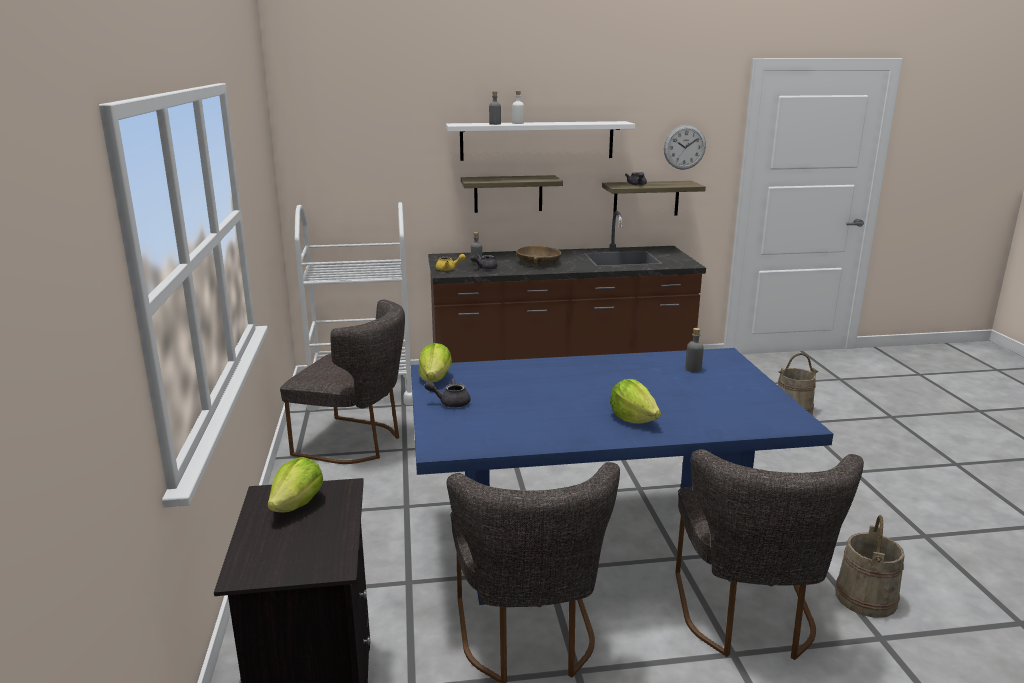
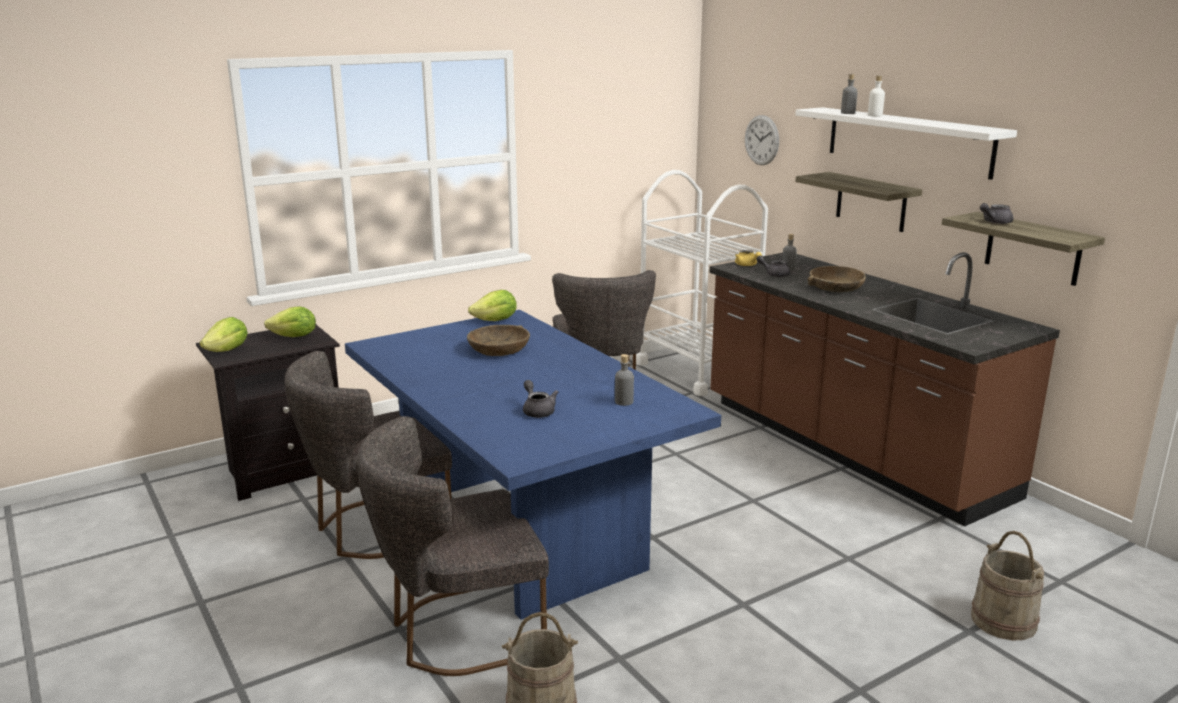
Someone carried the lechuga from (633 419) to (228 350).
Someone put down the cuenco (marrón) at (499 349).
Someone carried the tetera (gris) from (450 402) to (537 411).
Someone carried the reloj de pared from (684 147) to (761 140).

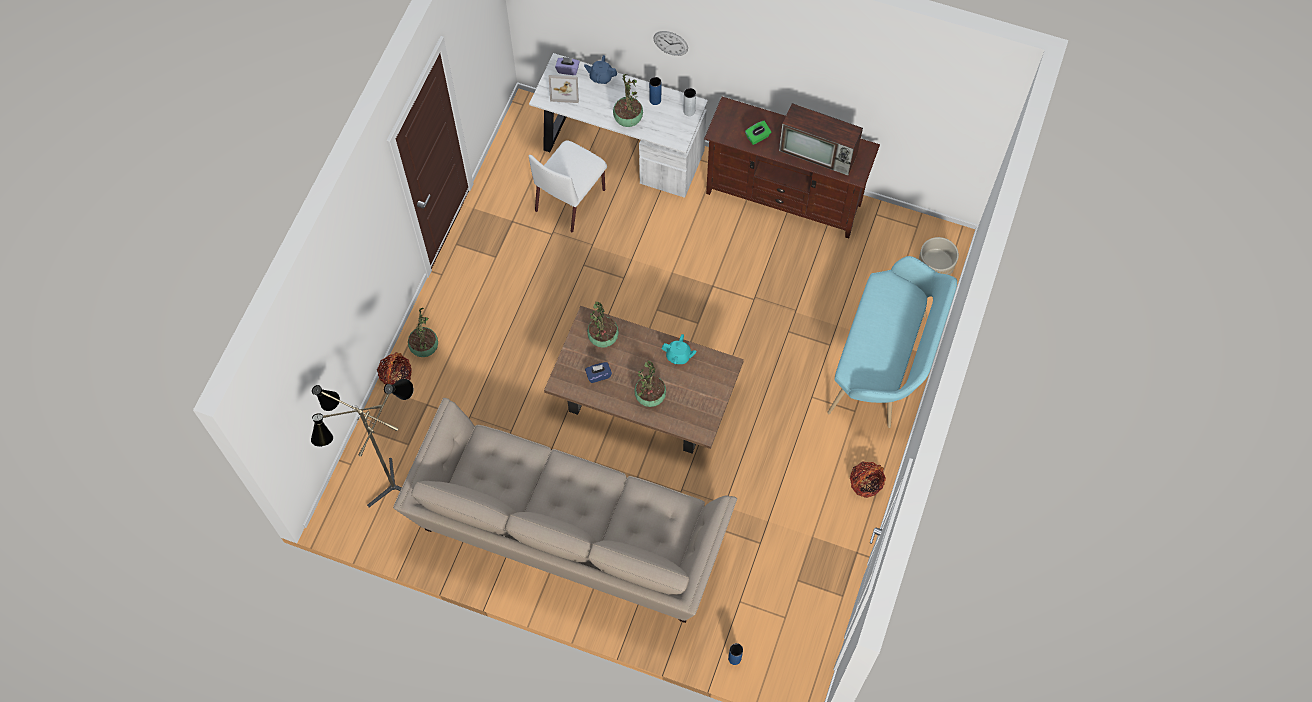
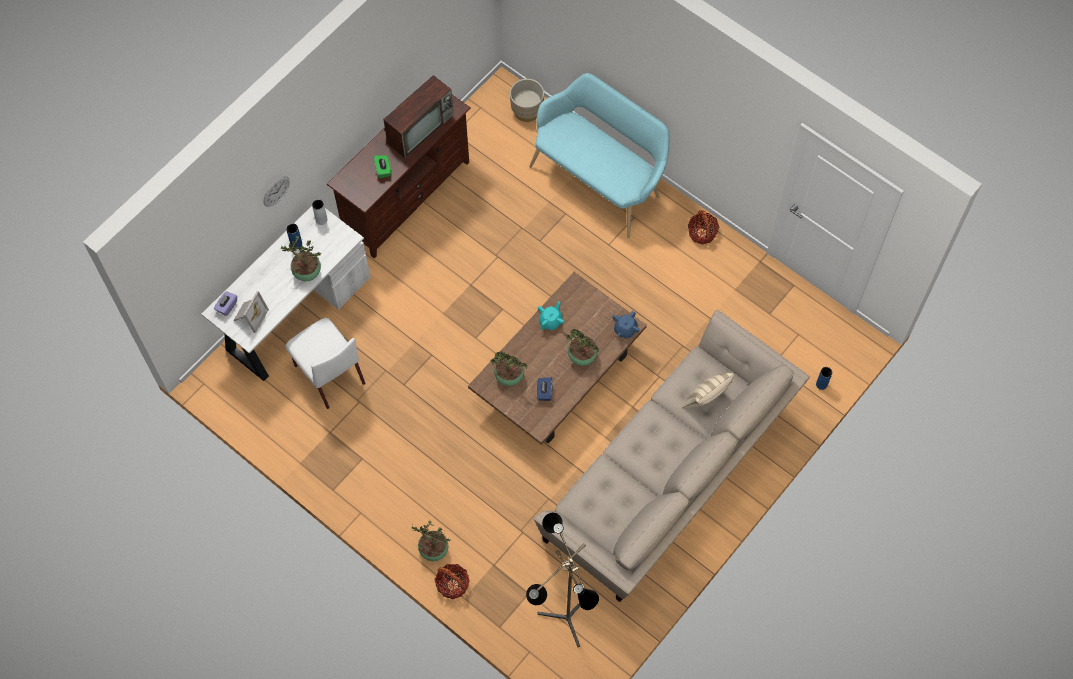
Someone carried the tetera (azul) from (601 77) to (625 329).
Someone put down the cojín (beis) at (706 400).

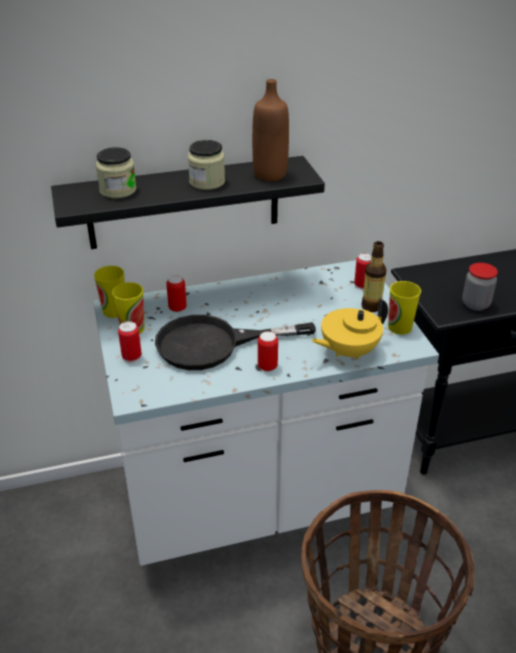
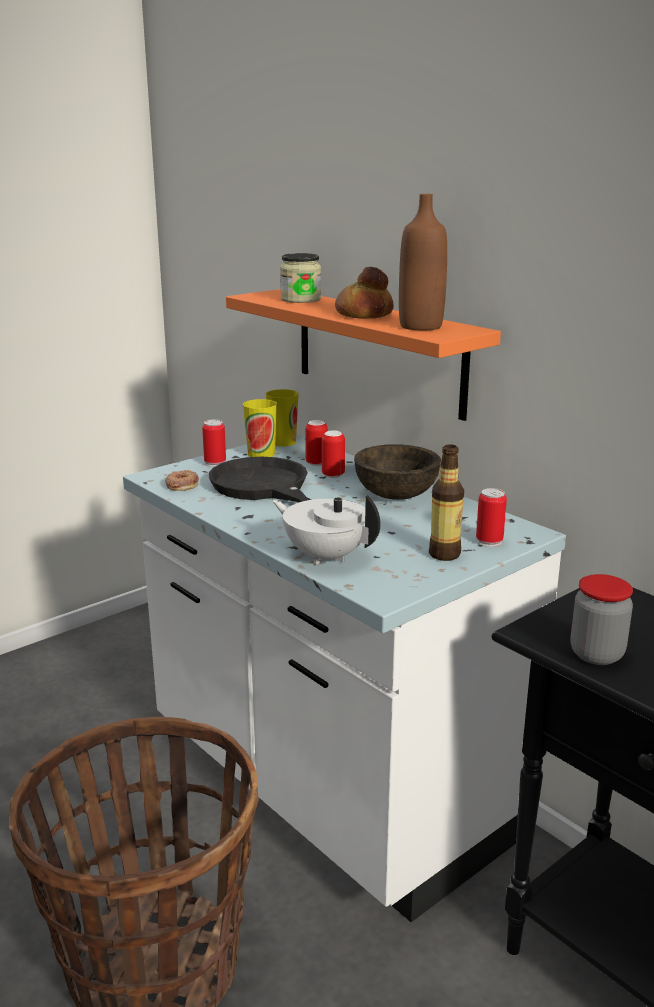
Someone put down the rosquilla at (181 484).
Someone repainted the estante (negro) at (184 203), which became the estante (naranja) at (378 351).
Someone repainted the tetera (amarillo) at (348 351), which became the tetera (blanco) at (326 556).
Someone carried the lata from (267 366) to (333 475).
Someone swapped the tarro at (207 182) for the pan at (363 314).
Someone put down the cuenco (marrón) at (396 494).
Someone took away the taza at (399 327).

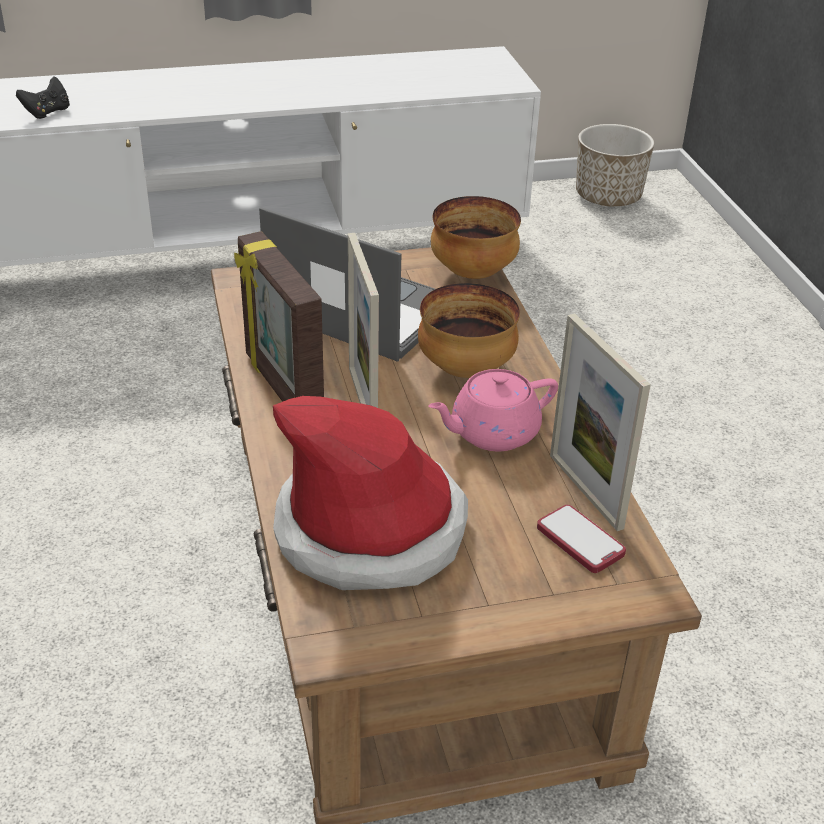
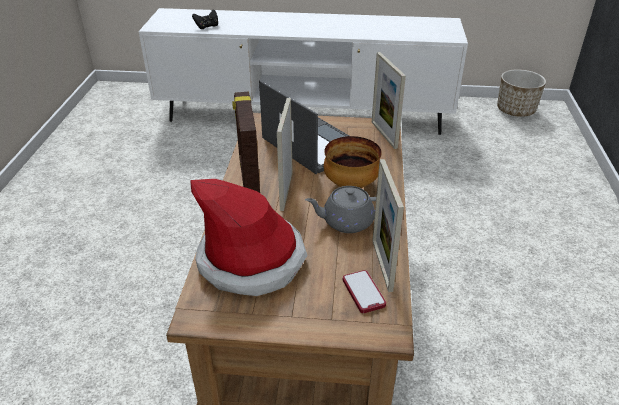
Someone repainted the tetera (rosa) at (492 432), which became the tetera (gris) at (346 222).
Someone swapped the cuenco at (474 273) for the portarretratos at (384 134).

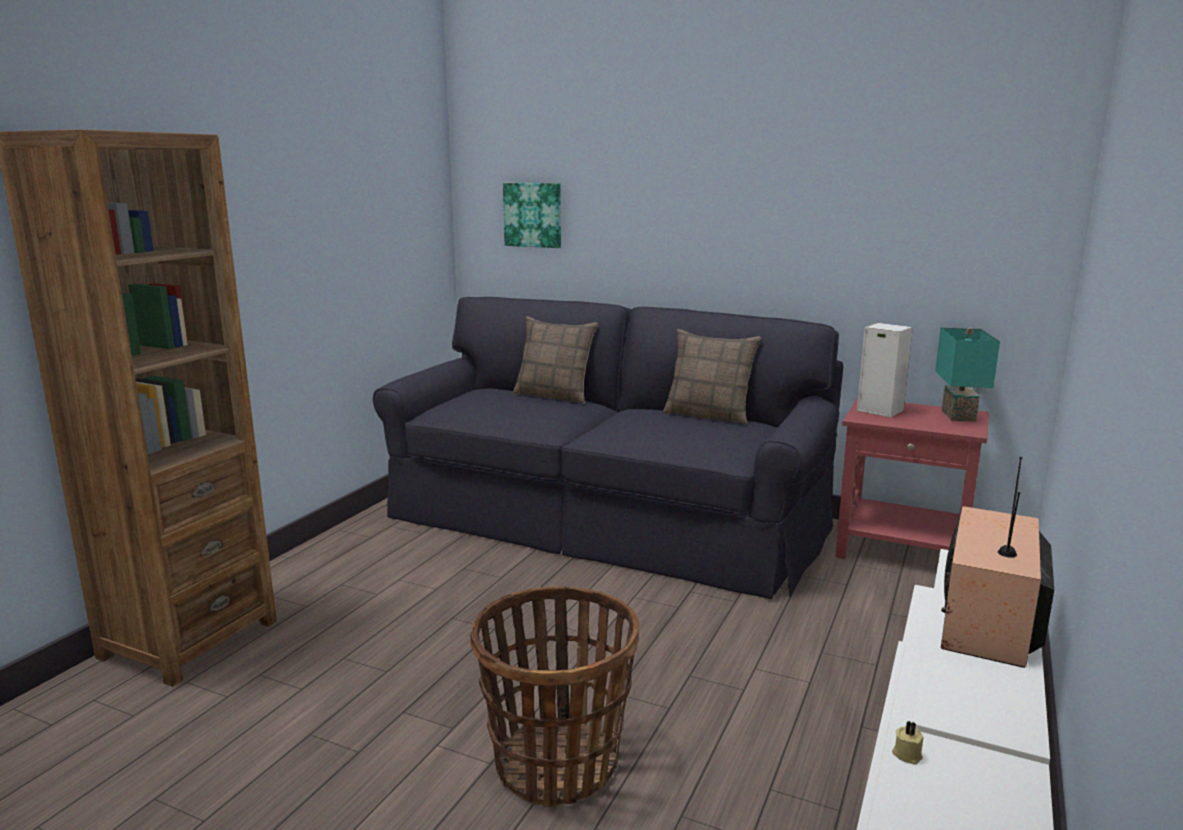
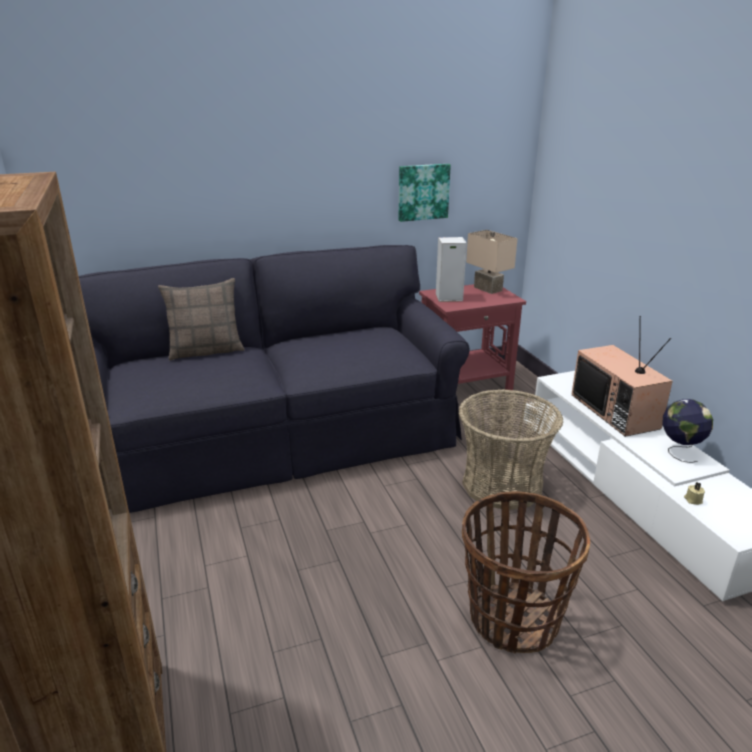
Someone carried the cuadro from (533 215) to (423 192).
Someone put down the cesta at (502 484).
Someone repainted the lámpara de mesa (turquesa) at (960 415), which became the lámpara de mesa (beis) at (489 289).
Someone put down the globo terráqueo at (679 452).
Someone took away the cojín at (709 415).

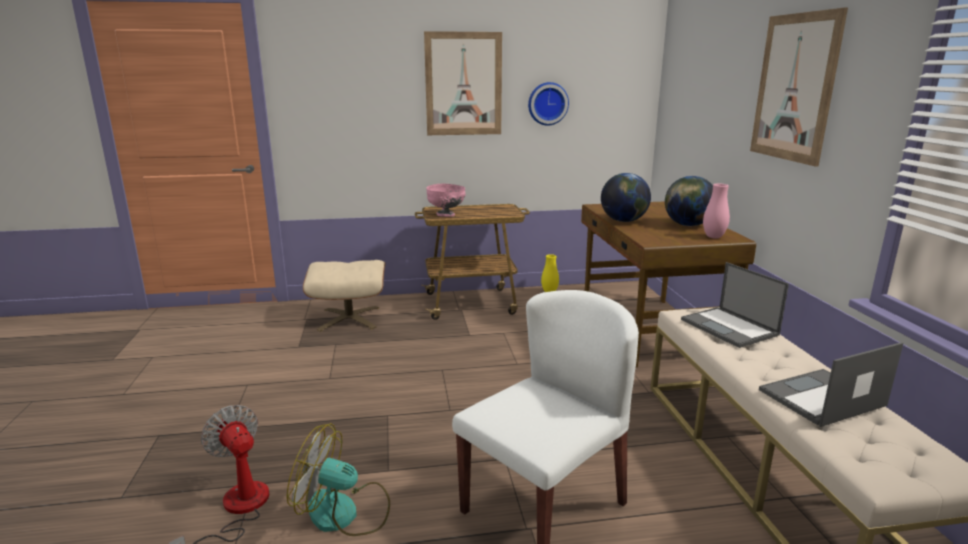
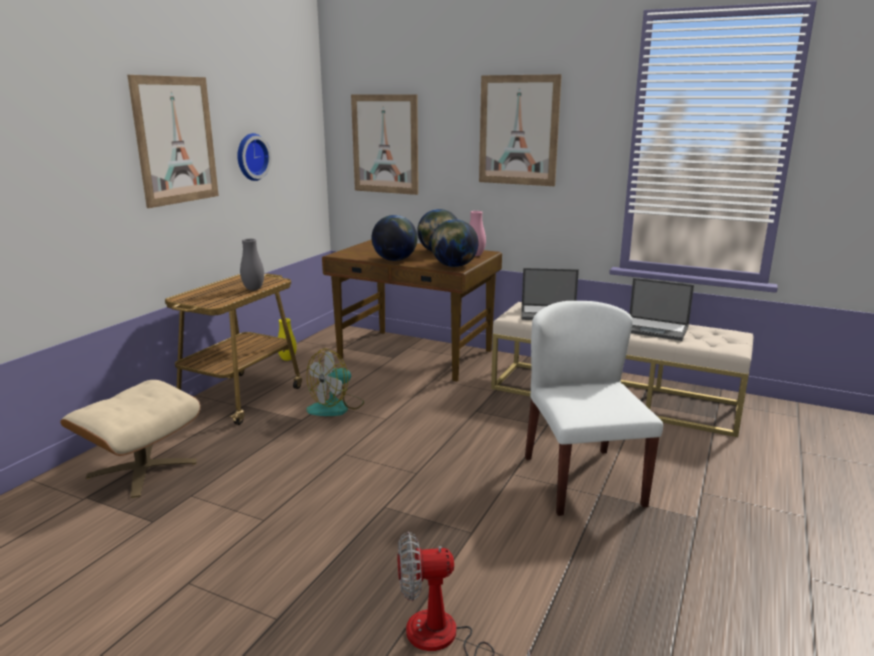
Someone put down the florero (gris) at (253 289).
Someone carried the ventilador from (344 513) to (336 407).
Someone put up the cuadro at (385 144).
Someone put down the globo terráqueo at (454 266).
Someone rotated the portátil at (821 398) by 75 degrees counterclockwise.
Someone took away the cuenco (rosa) at (446 215).

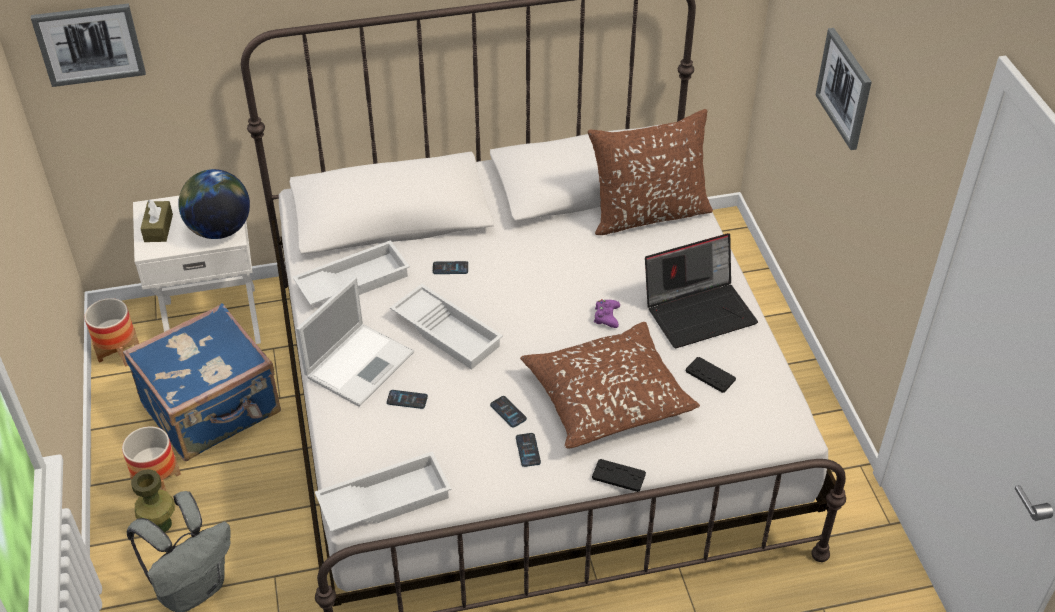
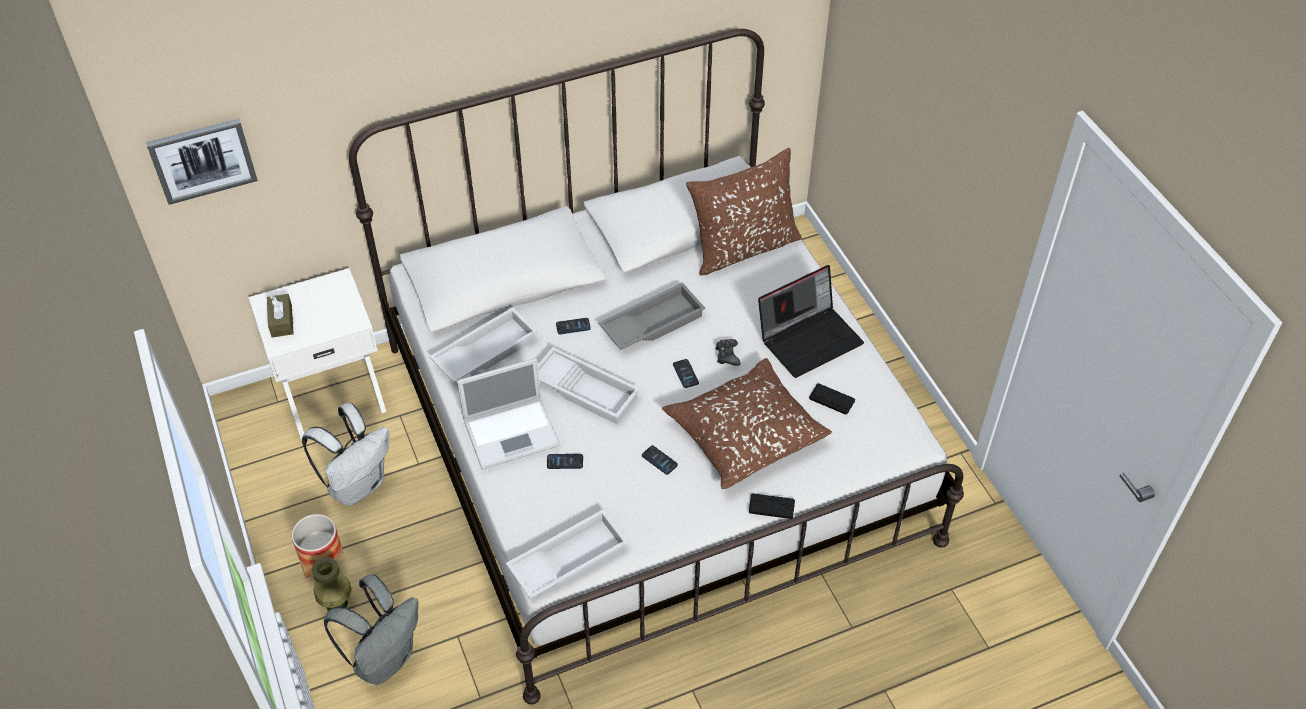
Someone swapped the maleta (azul) at (213 410) for the mochila (blanco) at (357 485).
Someone rotated the portátil at (360 363) by 45 degrees clockwise.
Someone put down the bandeja (gris) at (652 322).
Someone carried the móvil from (528 450) to (685 374).
Someone repainted the mando de consola (morado) at (606 316), which became the mando de consola (negro) at (727 355).
Someone took away the maceta at (118 353).
Someone took away the globo terráqueo at (219 229).
Someone took away the cuadro at (845 88).

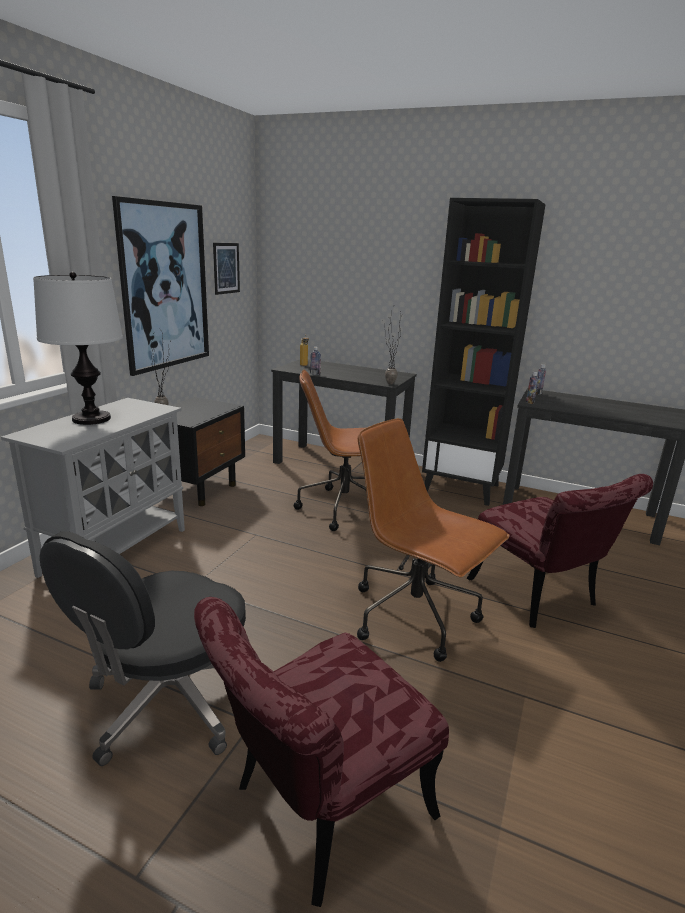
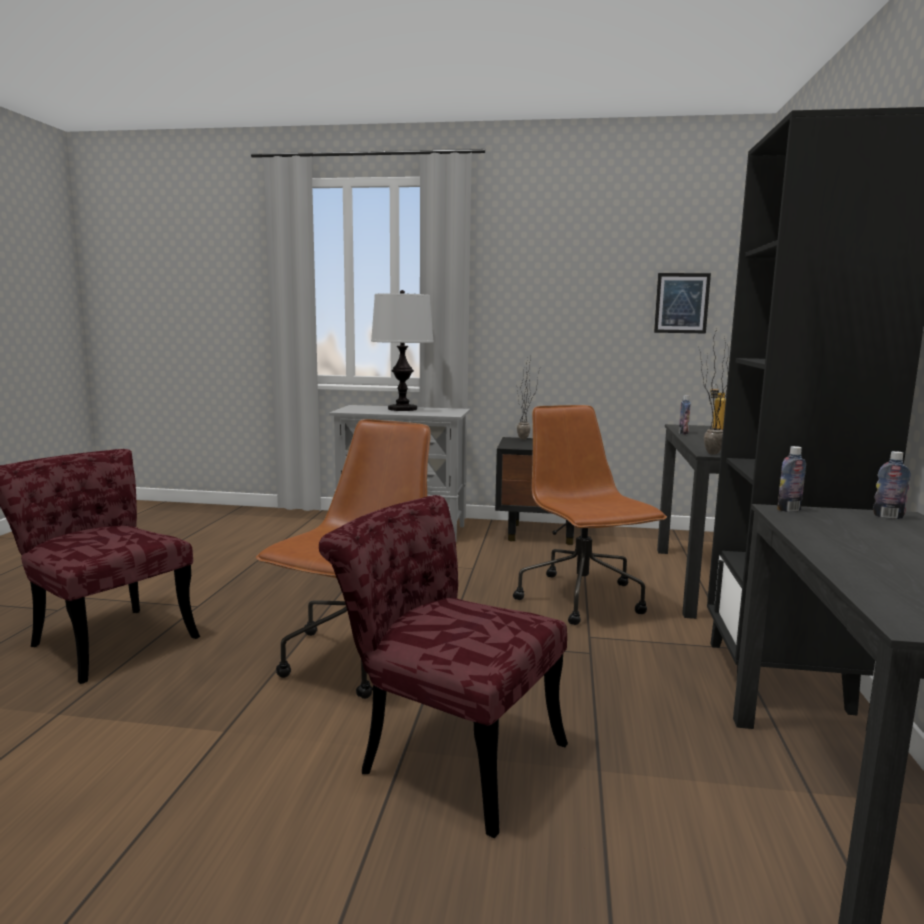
Someone rotated the silla (rojo) at (541 598) by 75 degrees clockwise.
Someone took away the silla de oficina (negro) at (169 702).
Someone took away the cuadro at (165 287).

